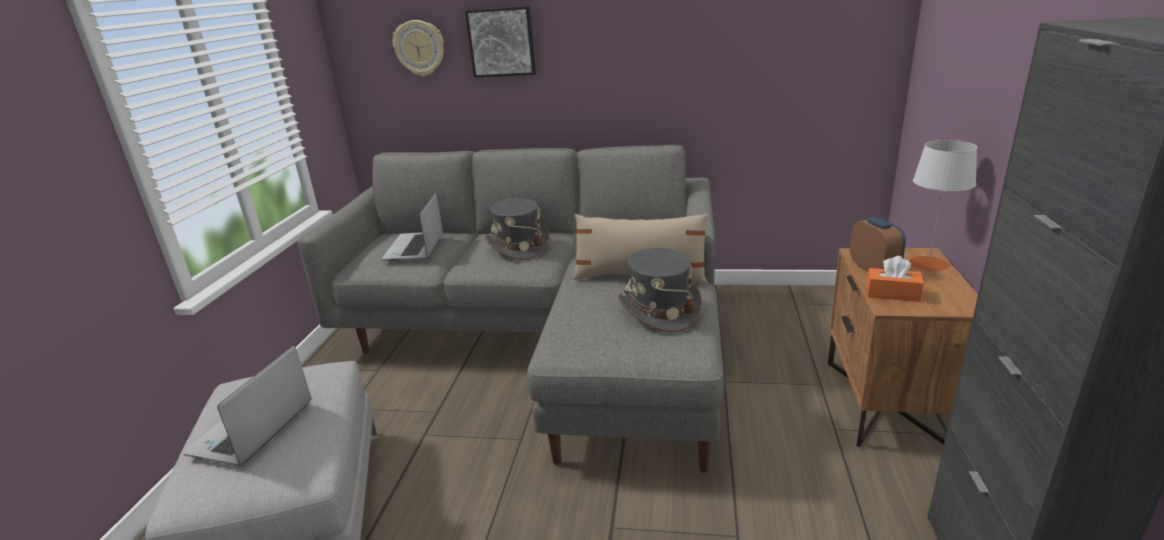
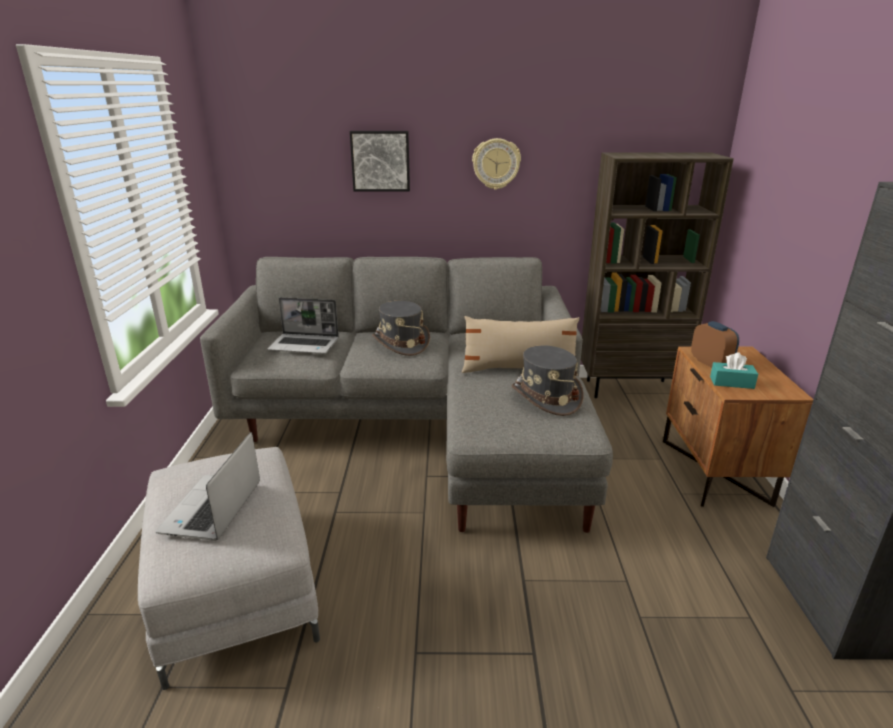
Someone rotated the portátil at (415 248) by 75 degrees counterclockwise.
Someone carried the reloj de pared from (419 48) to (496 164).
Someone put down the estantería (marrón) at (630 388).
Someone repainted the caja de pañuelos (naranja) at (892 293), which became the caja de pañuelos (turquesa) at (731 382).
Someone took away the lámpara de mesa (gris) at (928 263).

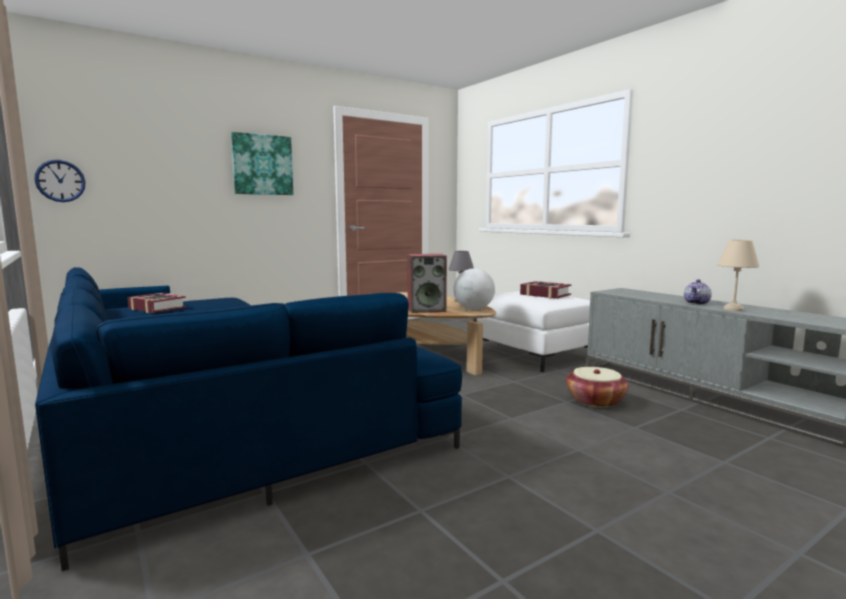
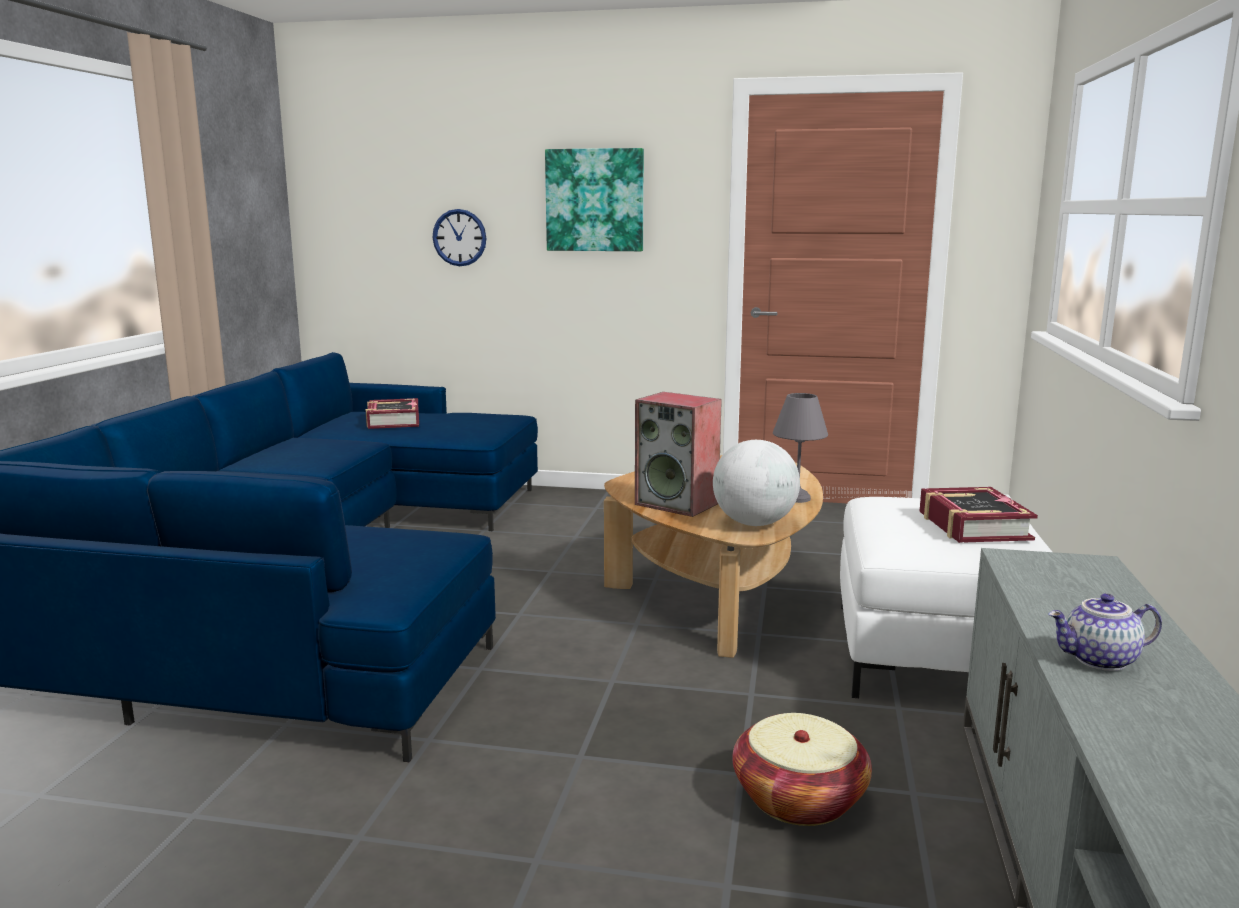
Someone carried the reloj de pared from (60 181) to (459 237).
Someone took away the lámpara de mesa (beis) at (733 309).

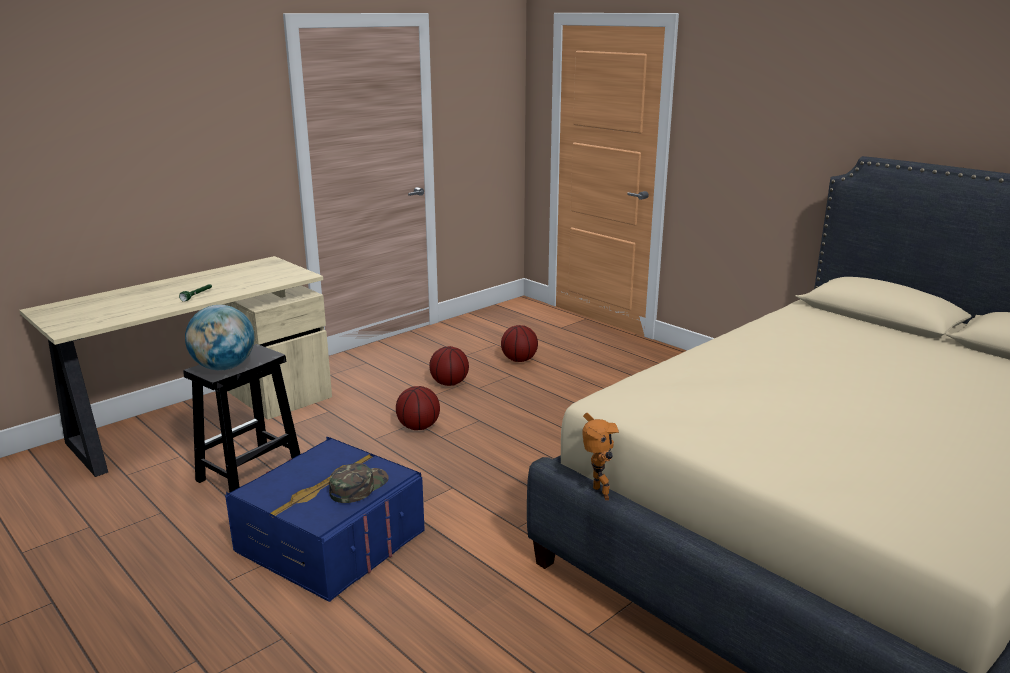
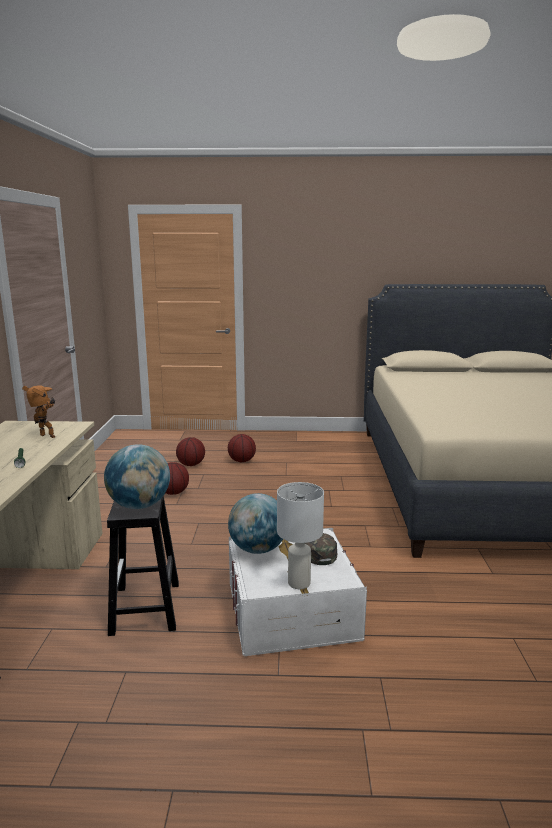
Someone carried the robot de juguete from (598 494) to (46 437).
Someone carried the balón de baloncesto from (419 427) to (242 461).
Someone put down the globo terráqueo at (257 549).
Someone repainted the caja de almacenaje (azul) at (330 541), which became the caja de almacenaje (blanco) at (291 611).
Someone put down the lámpara de mesa (blanco) at (300 583).

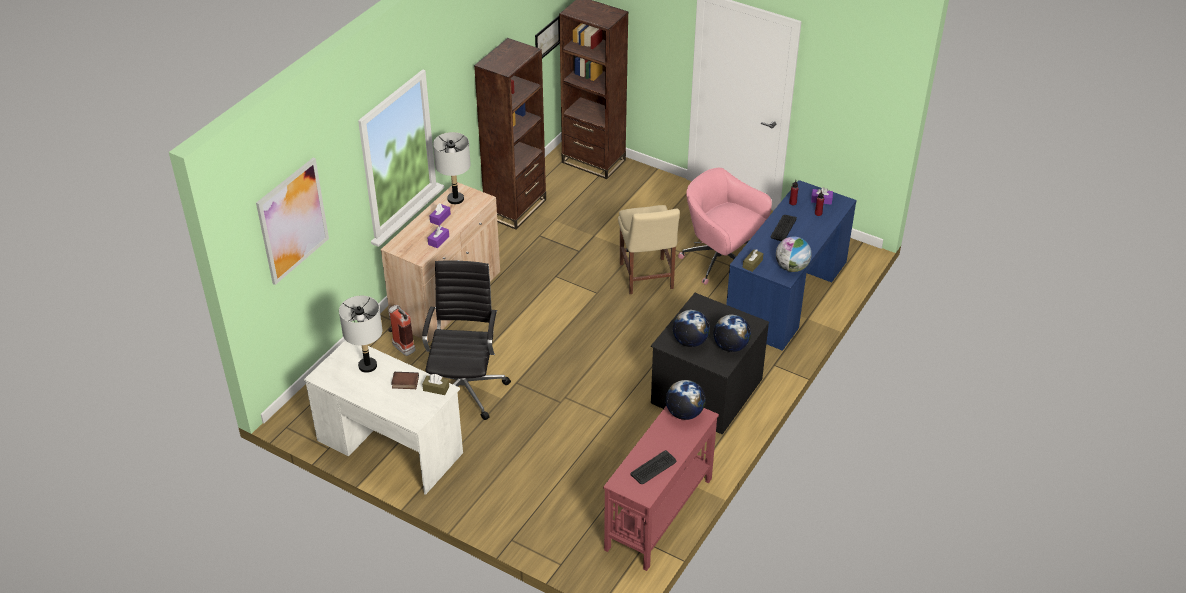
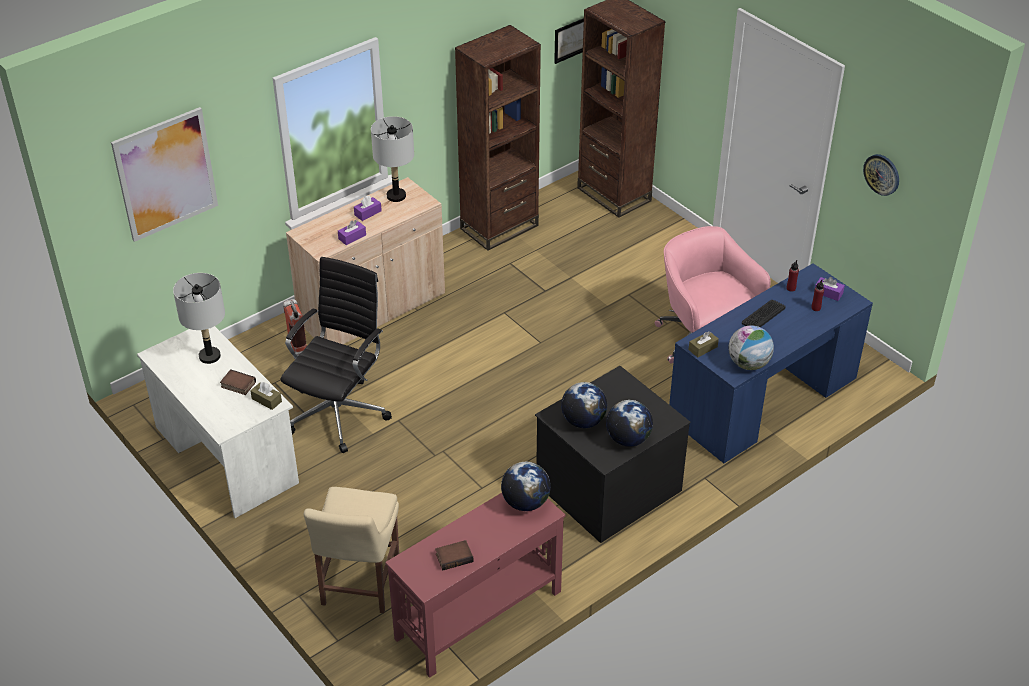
Someone carried the silla (beis) from (646 278) to (358 586).
Someone swapped the teclado at (653 468) for the libro at (454 557).
Someone put up the reloj de pared at (882 174).

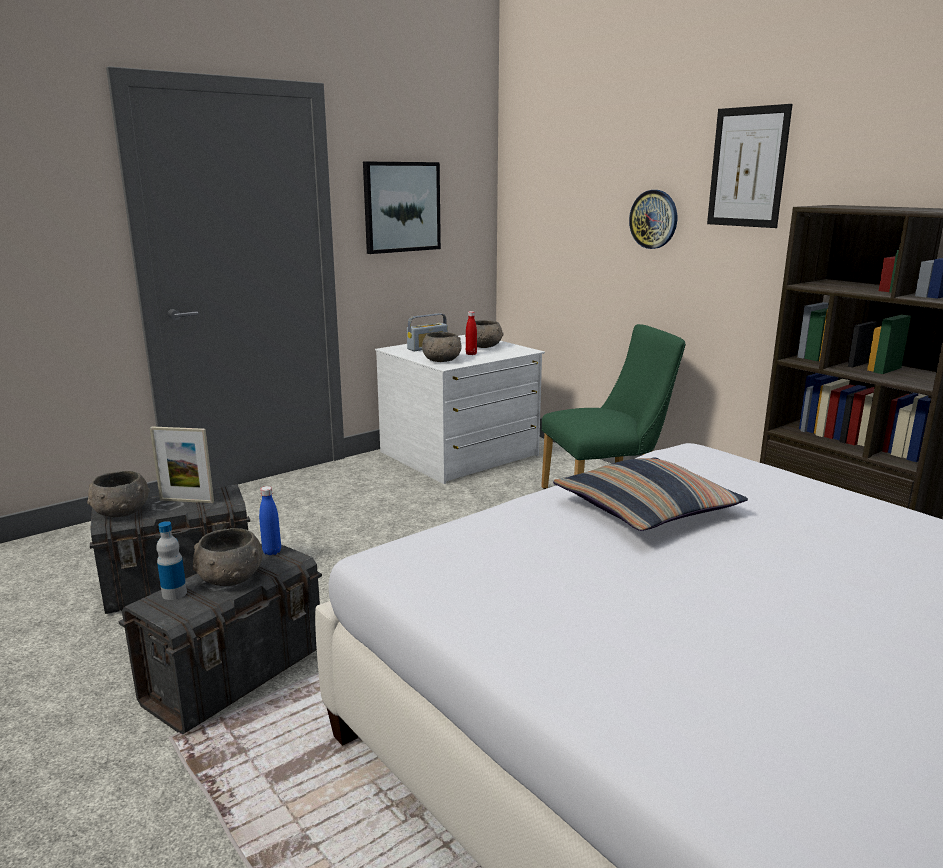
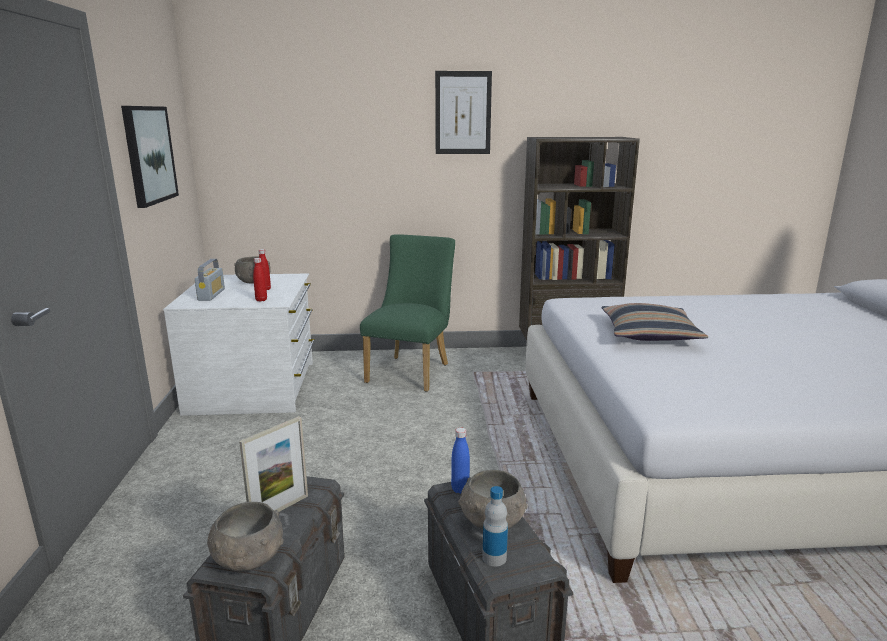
Someone swapped the cuenco (gris) at (442 360) for the botella (rojo) at (261 300).
Someone took away the reloj de pared at (654 219).

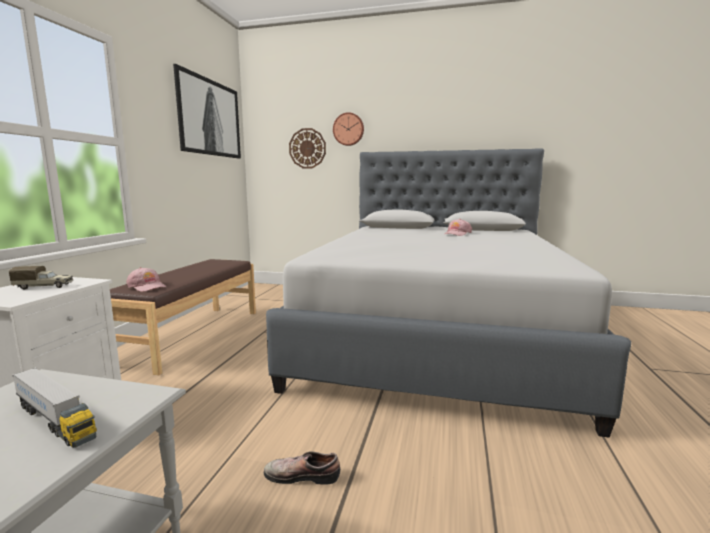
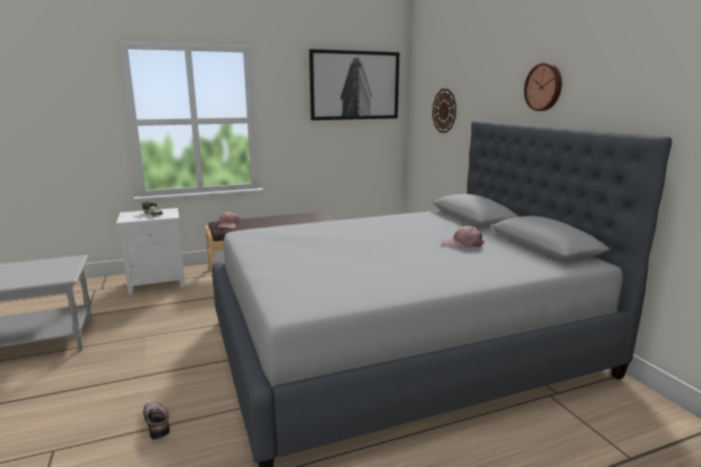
Someone carried the zapato from (302 474) to (158 423).
Someone carried the reloj de pared from (348 129) to (544 87).
Someone took away the camión de juguete at (55 420).

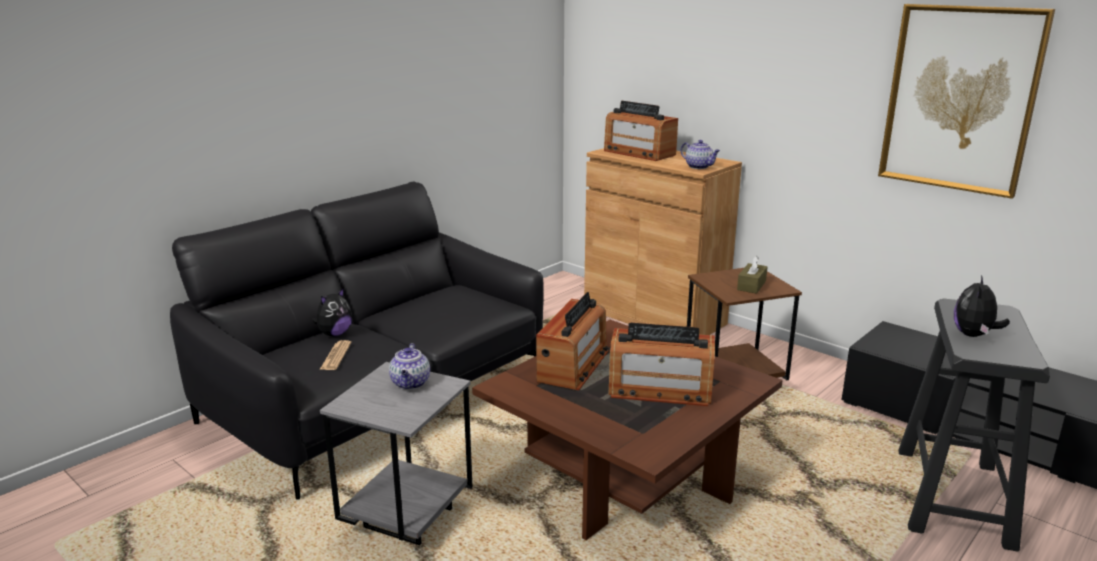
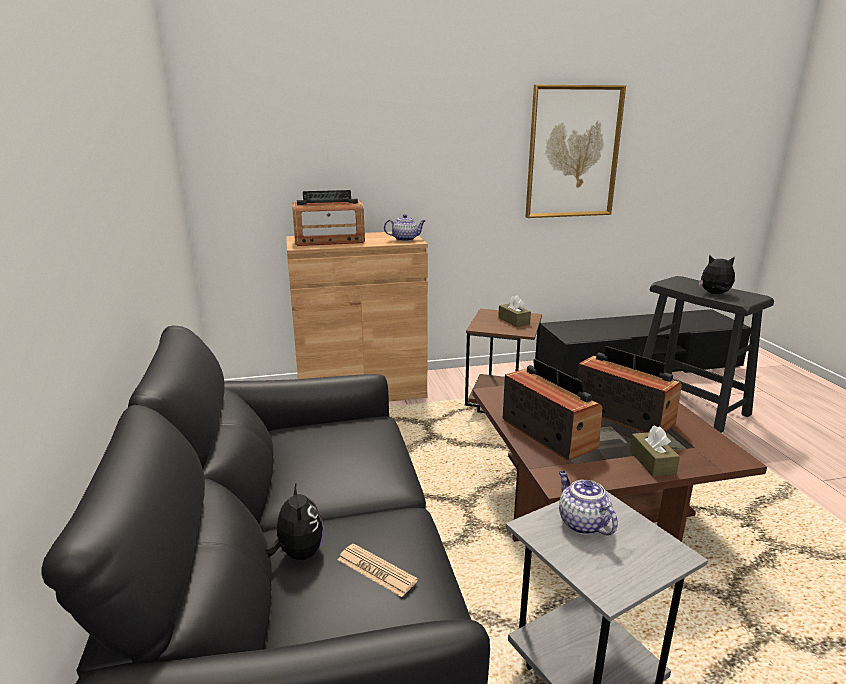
Someone rotated the tetera at (411 384) by 150 degrees counterclockwise.
Someone rotated the radio at (660 390) by 90 degrees counterclockwise.
Someone put down the caja de pañuelos (marrón) at (652 462).
Someone rotated the peluche at (974 335) by 135 degrees clockwise.

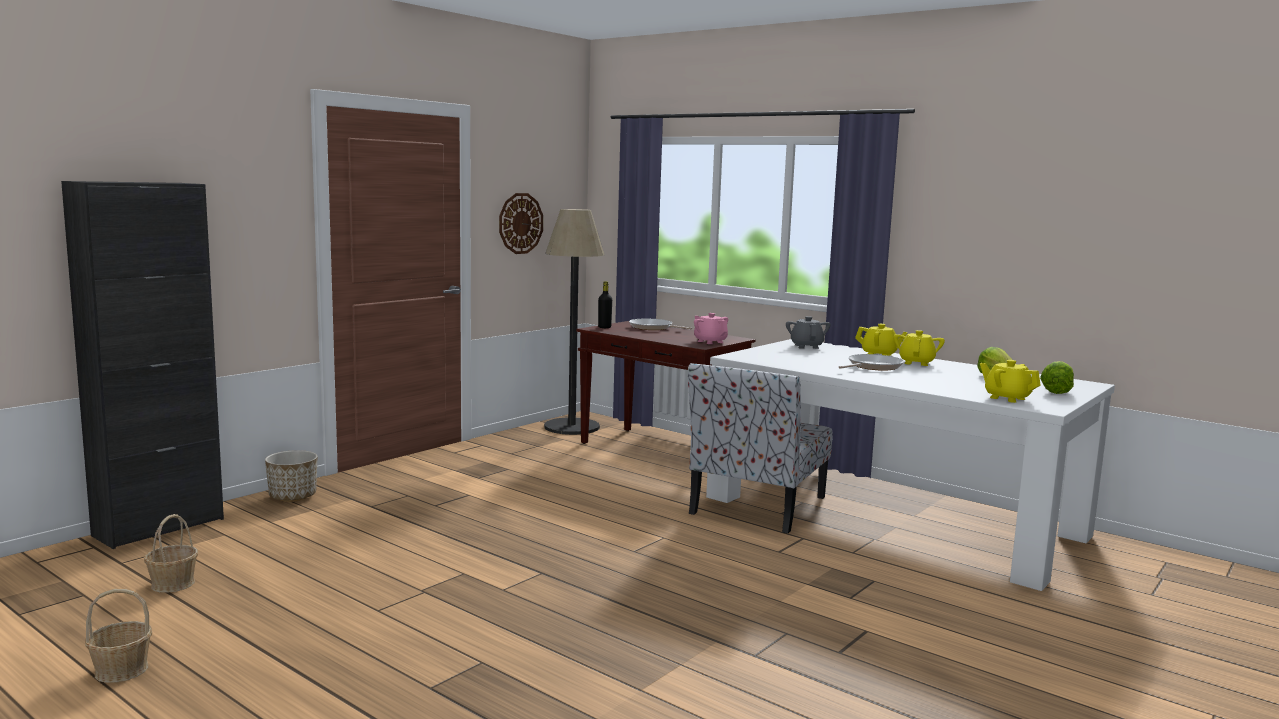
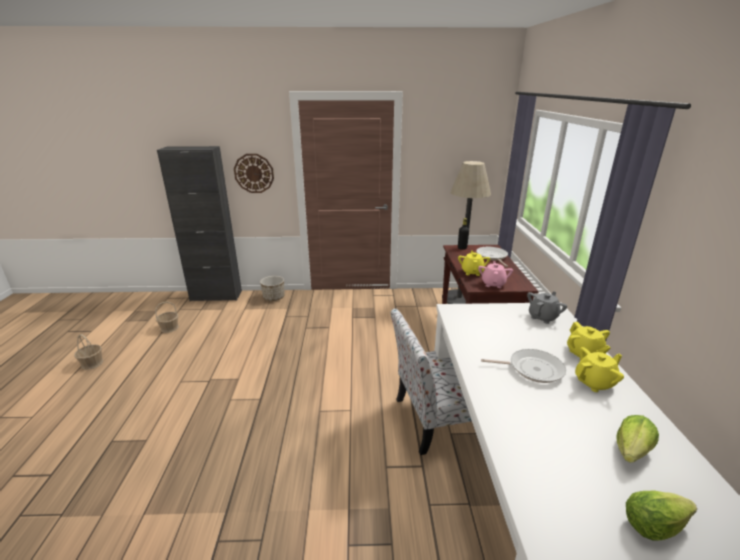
Someone carried the reloj de pared from (520 223) to (254 173).
Someone carried the tetera (amarillo) from (1007 398) to (472 272).

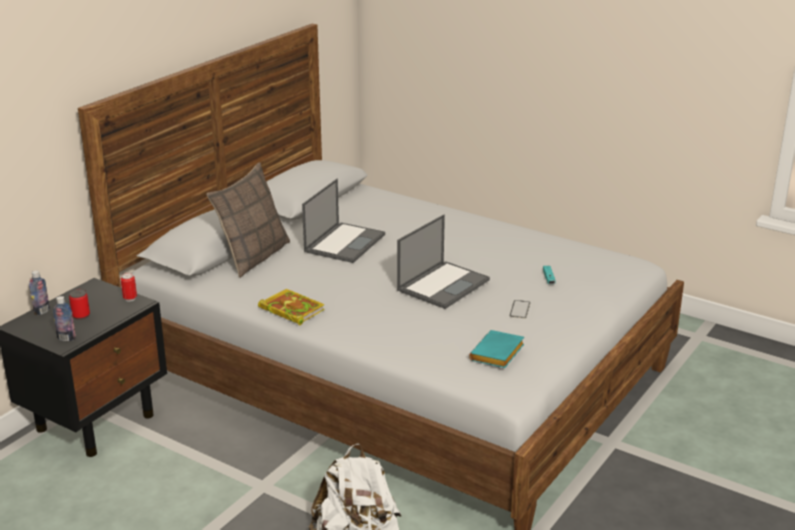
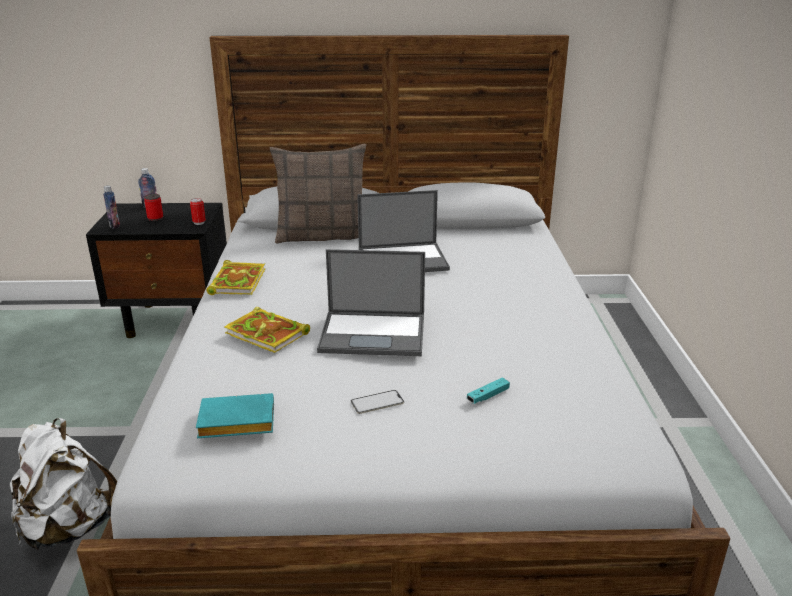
Someone put down the libro at (269 334).

